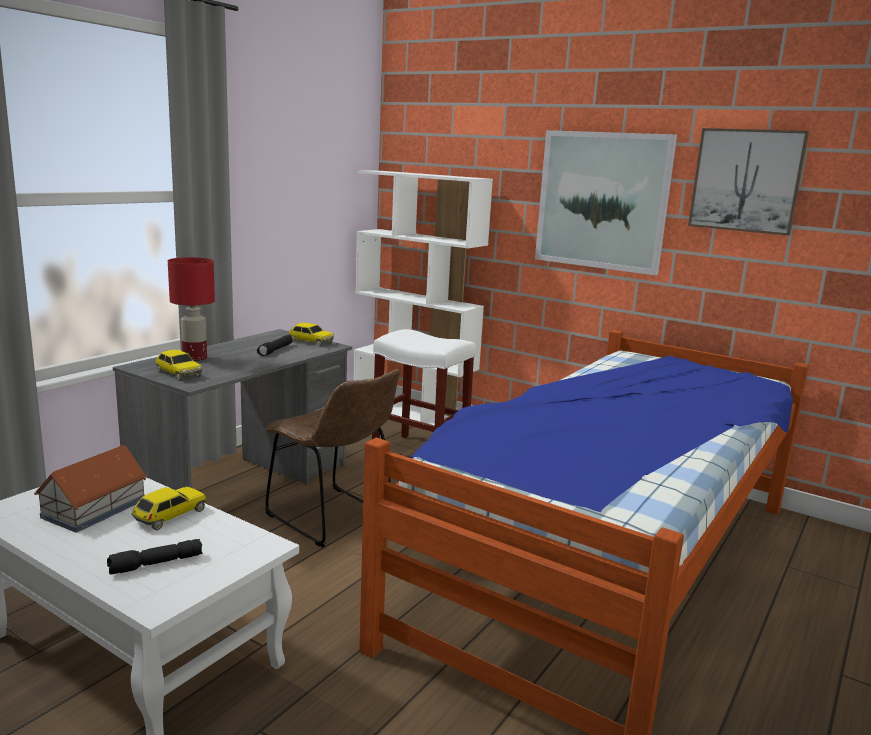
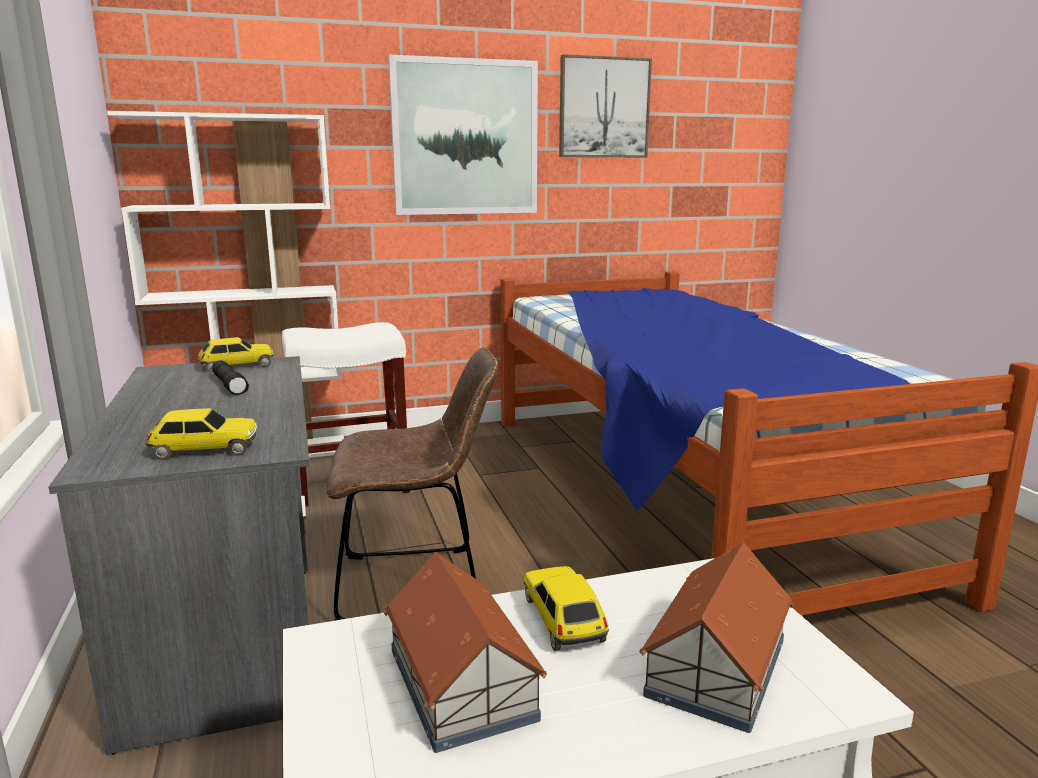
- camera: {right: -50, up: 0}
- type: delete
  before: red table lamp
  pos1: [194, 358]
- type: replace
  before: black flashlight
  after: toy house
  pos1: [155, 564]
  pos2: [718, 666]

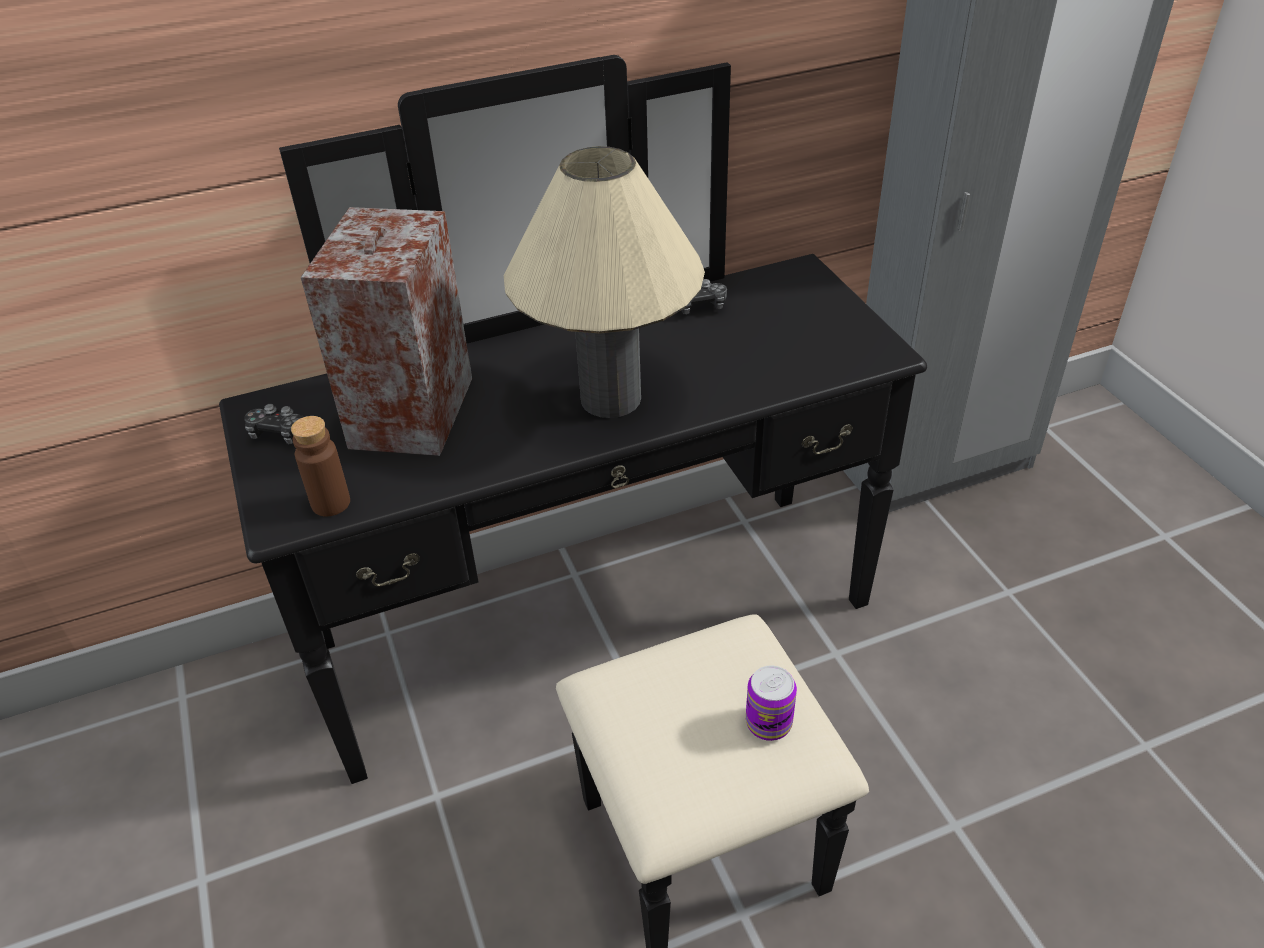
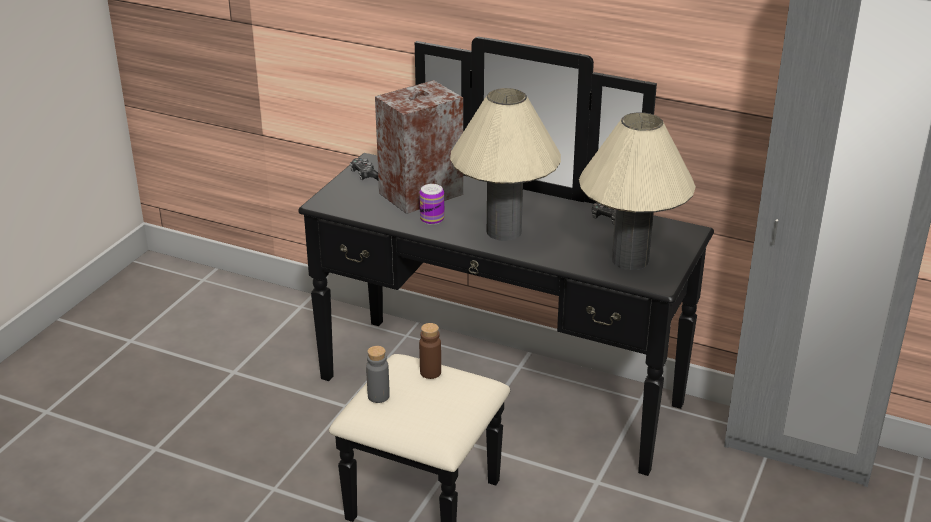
- camera: {right: 45, up: -10}
- type: move
  before: brown bottle
  pos1: [331, 503]
  pos2: [430, 372]
- type: move
  before: can
  pos1: [768, 723]
  pos2: [432, 219]
- type: insert
  after: beige table lamp
  pos2: [630, 260]
- type: insert
  after: grey bottle
  pos2: [378, 396]

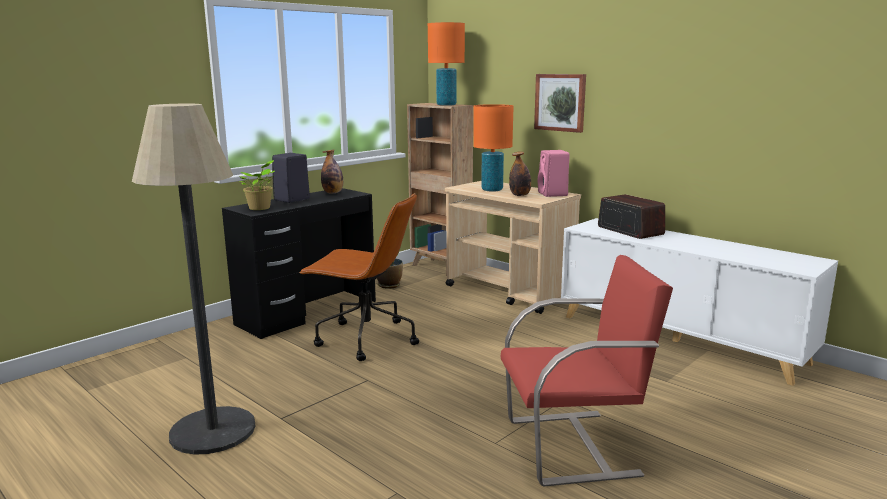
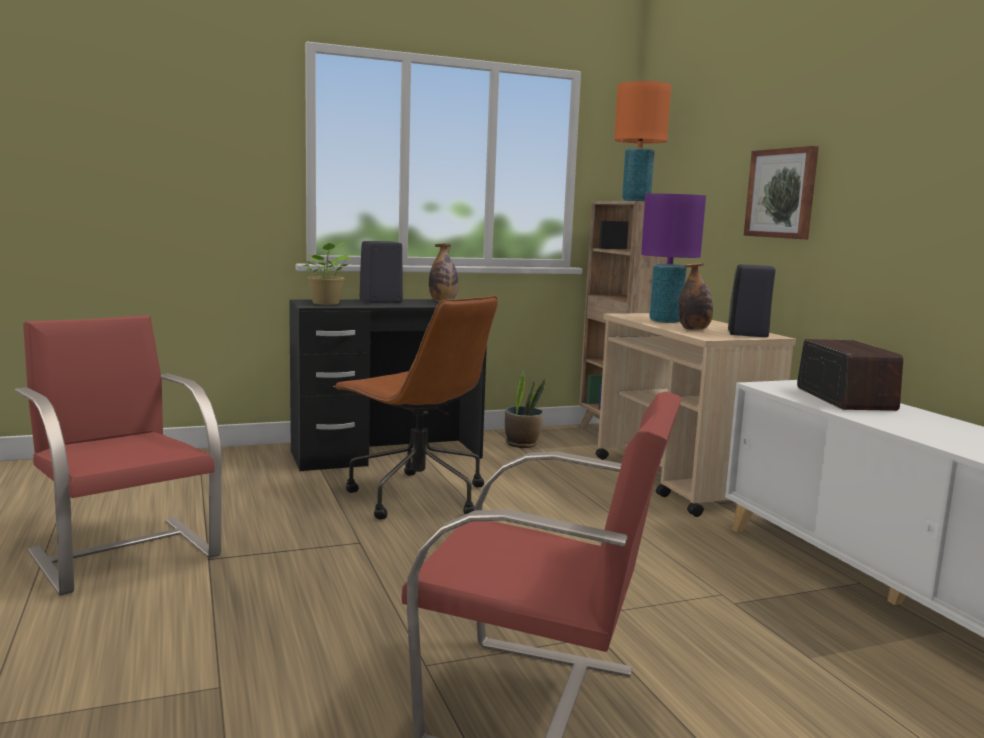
- camera: {right: 25, up: -5}
- type: replace
  before: floor lamp
  after: red chair
  pos1: [213, 430]
  pos2: [124, 552]
- type: recolor
  before: orange table lamp
  after: purple table lamp
  pos1: [492, 190]
  pos2: [665, 321]
- type: recolor
  before: pink speaker
  after: black speaker
  pos1: [553, 194]
  pos2: [748, 334]

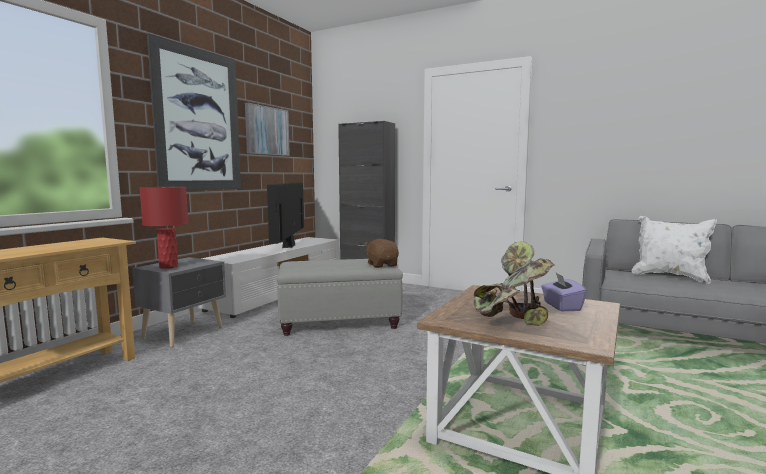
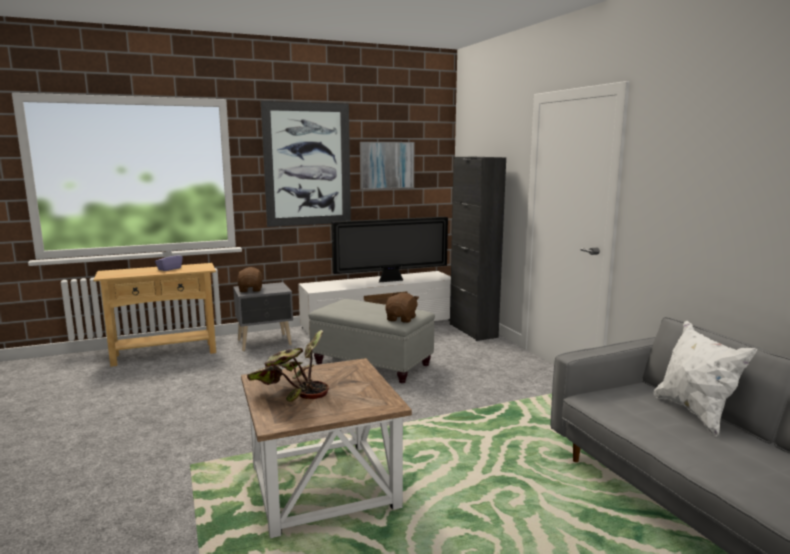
- camera: {right: 40, up: 5}
- type: rotate
  before: television
  pos1: [288, 246]
  pos2: [391, 280]
  turn: -150
- type: replace
  before: red table lamp
  after: brown plush toy
  pos1: [168, 267]
  pos2: [251, 290]
- type: move
  before: purple tissue box
  pos1: [561, 306]
  pos2: [169, 269]

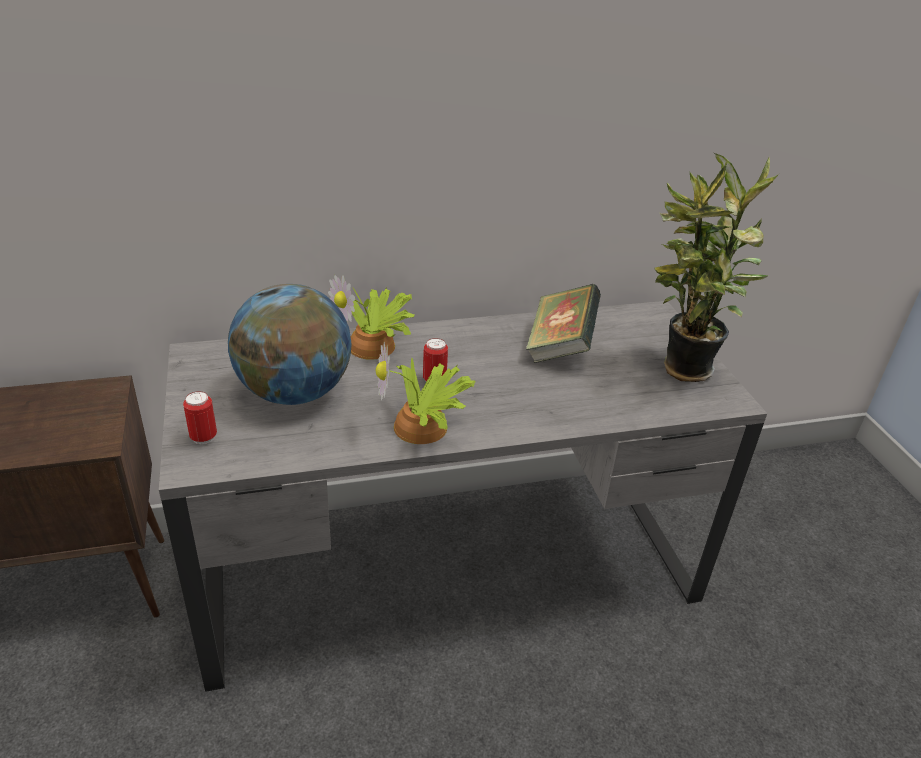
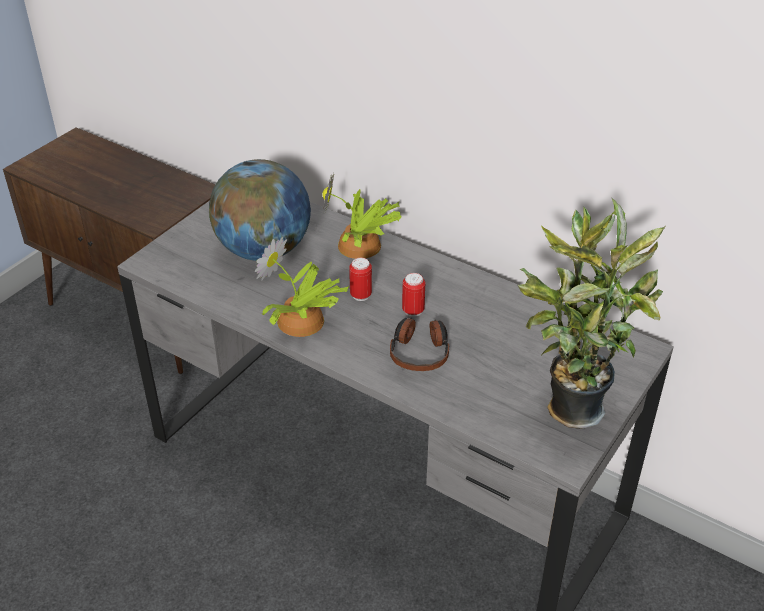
- camera: {right: 50, up: 5}
- type: delete
  before: book
  pos1: [560, 346]
- type: move
  before: can
  pos1: [203, 437]
  pos2: [413, 311]
- type: insert
  after: headphones
  pos2: [419, 352]

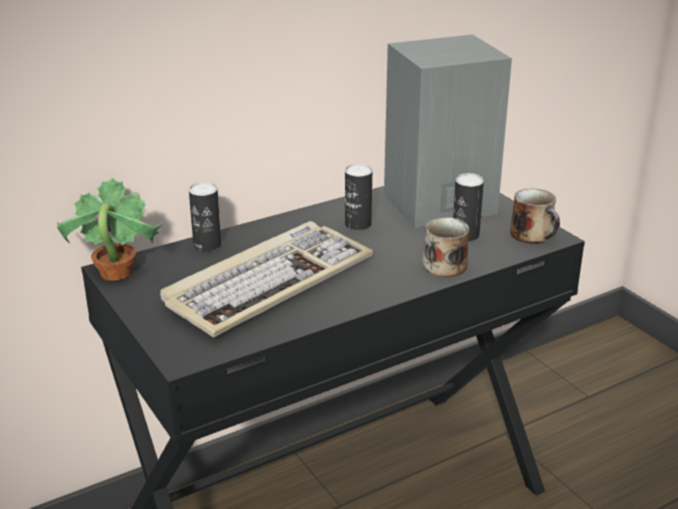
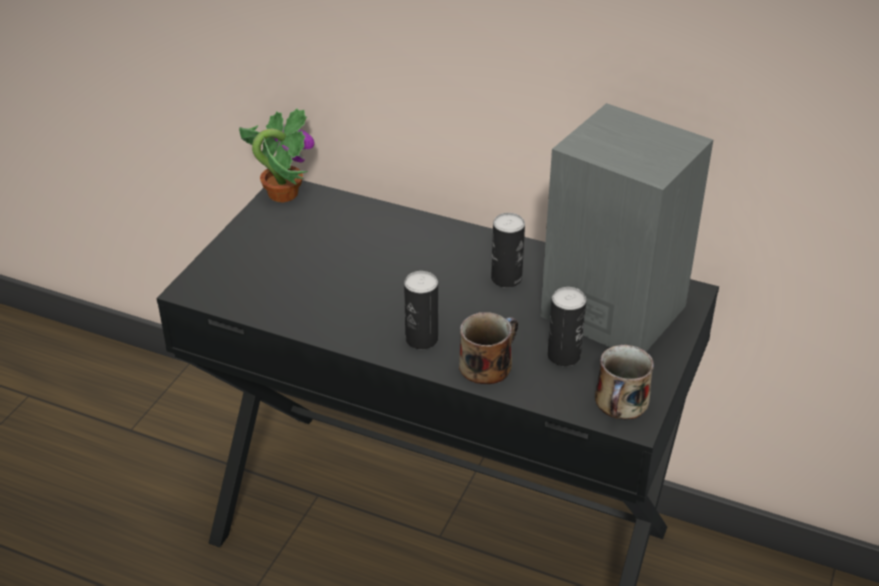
- camera: {right: 55, up: 10}
- type: move
  before: can
  pos1: [207, 245]
  pos2: [421, 339]
- type: delete
  before: keyboard
  pos1: [269, 282]

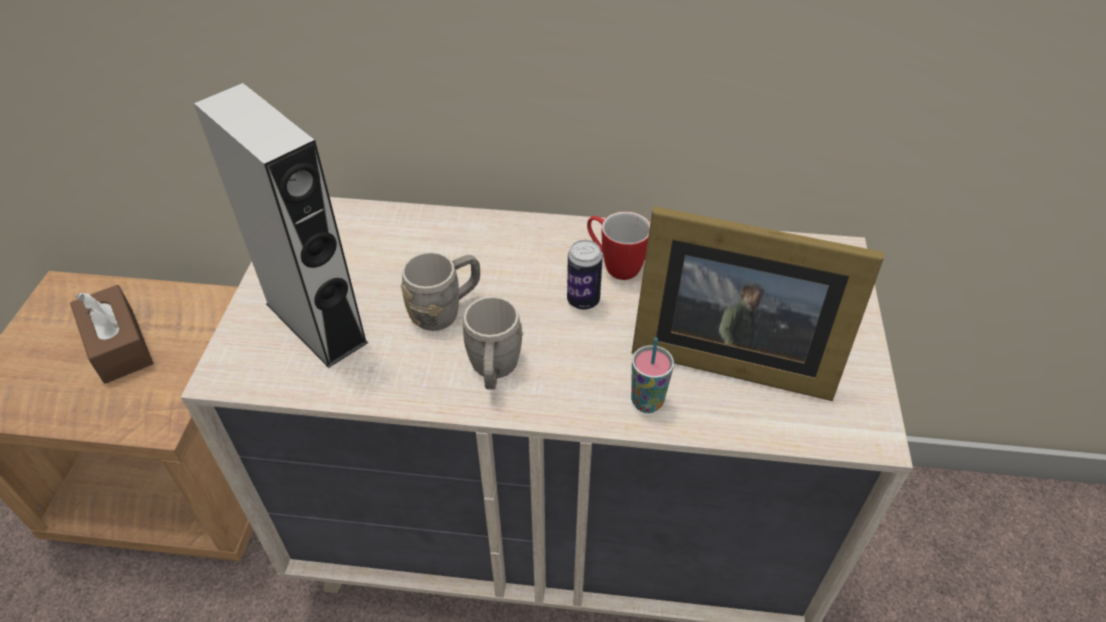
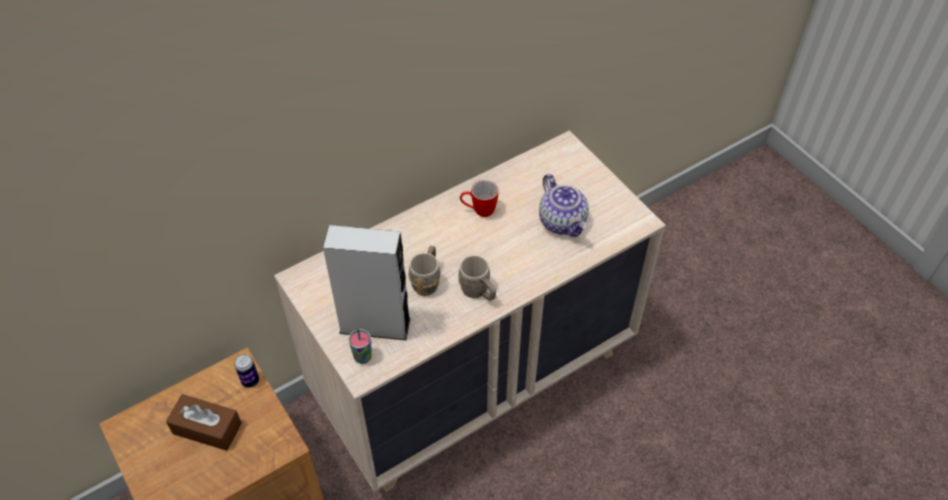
- camera: {right: -40, up: 5}
- type: replace
  before: picture frame
  after: teapot
  pos1: [727, 353]
  pos2: [563, 222]
- type: move
  before: can
  pos1: [583, 300]
  pos2: [250, 381]
- type: move
  before: cup
  pos1: [647, 402]
  pos2: [363, 357]

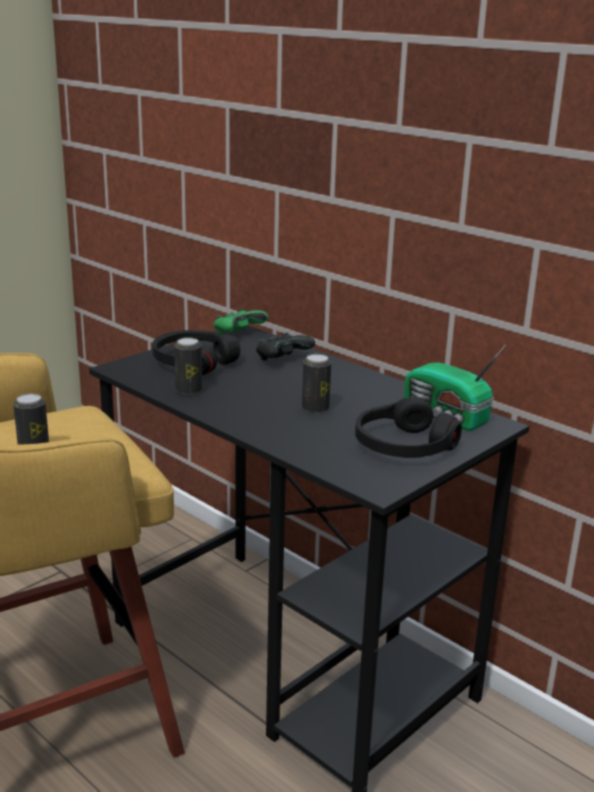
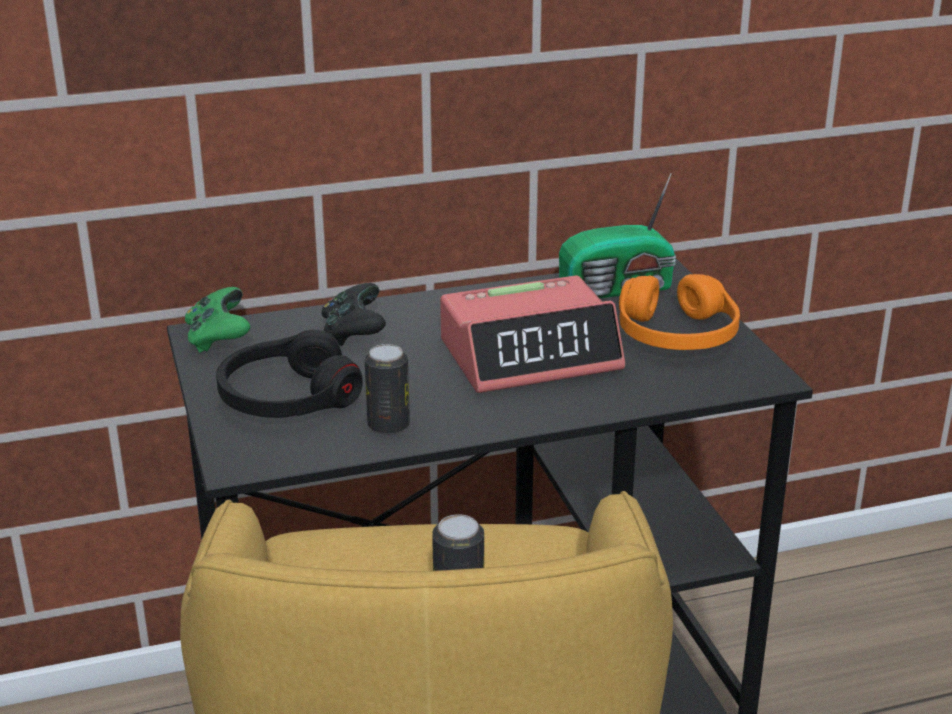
- camera: {right: -60, up: 5}
- type: replace
  before: can
  after: alarm clock
  pos1: [315, 408]
  pos2: [531, 355]
- type: recolor
  before: black headphones
  after: orange headphones
  pos1: [403, 446]
  pos2: [676, 334]

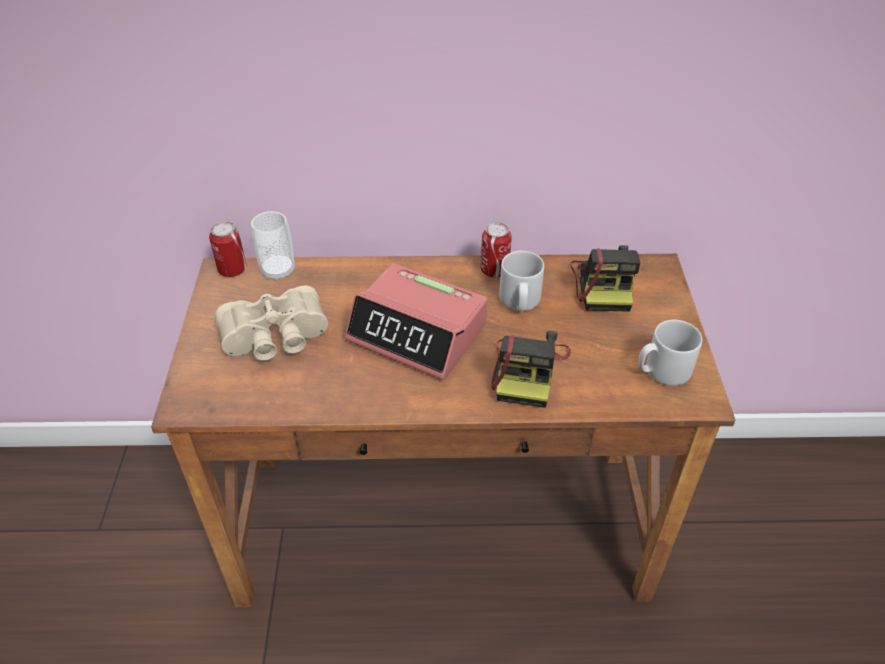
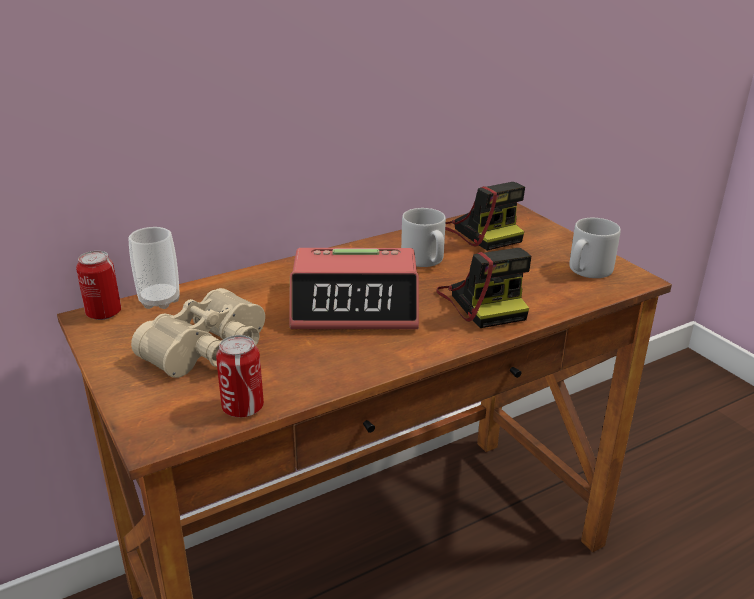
- camera: {right: -30, up: -15}
- type: move
  before: can
  pos1: [494, 270]
  pos2: [243, 408]

